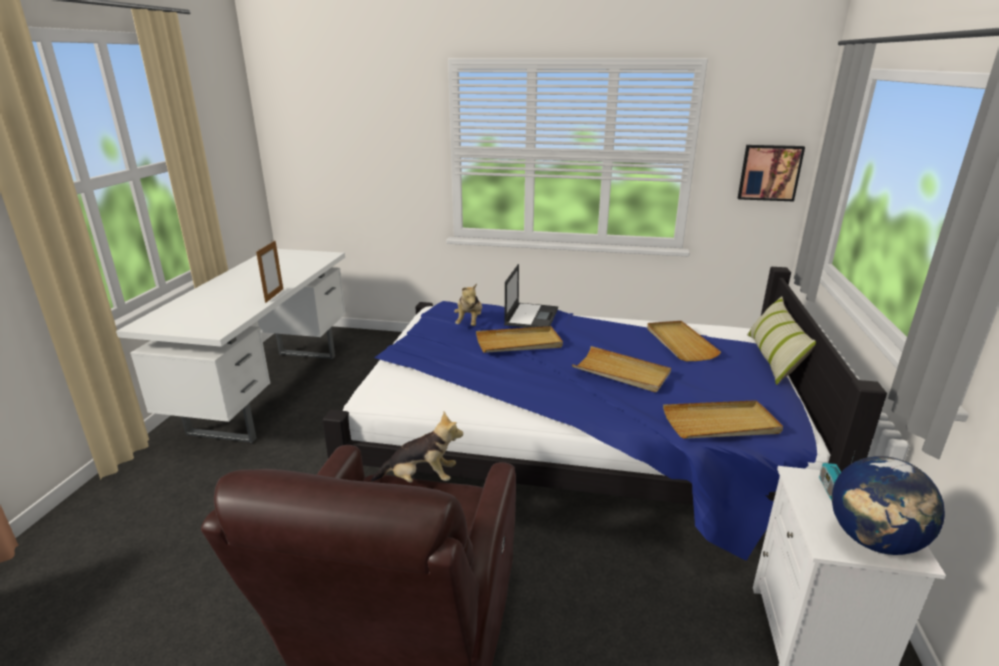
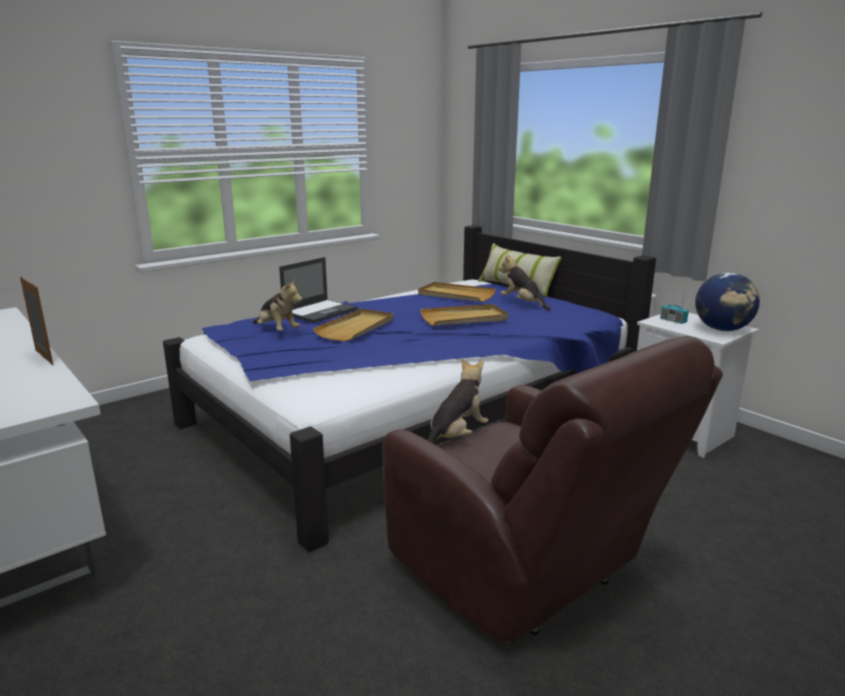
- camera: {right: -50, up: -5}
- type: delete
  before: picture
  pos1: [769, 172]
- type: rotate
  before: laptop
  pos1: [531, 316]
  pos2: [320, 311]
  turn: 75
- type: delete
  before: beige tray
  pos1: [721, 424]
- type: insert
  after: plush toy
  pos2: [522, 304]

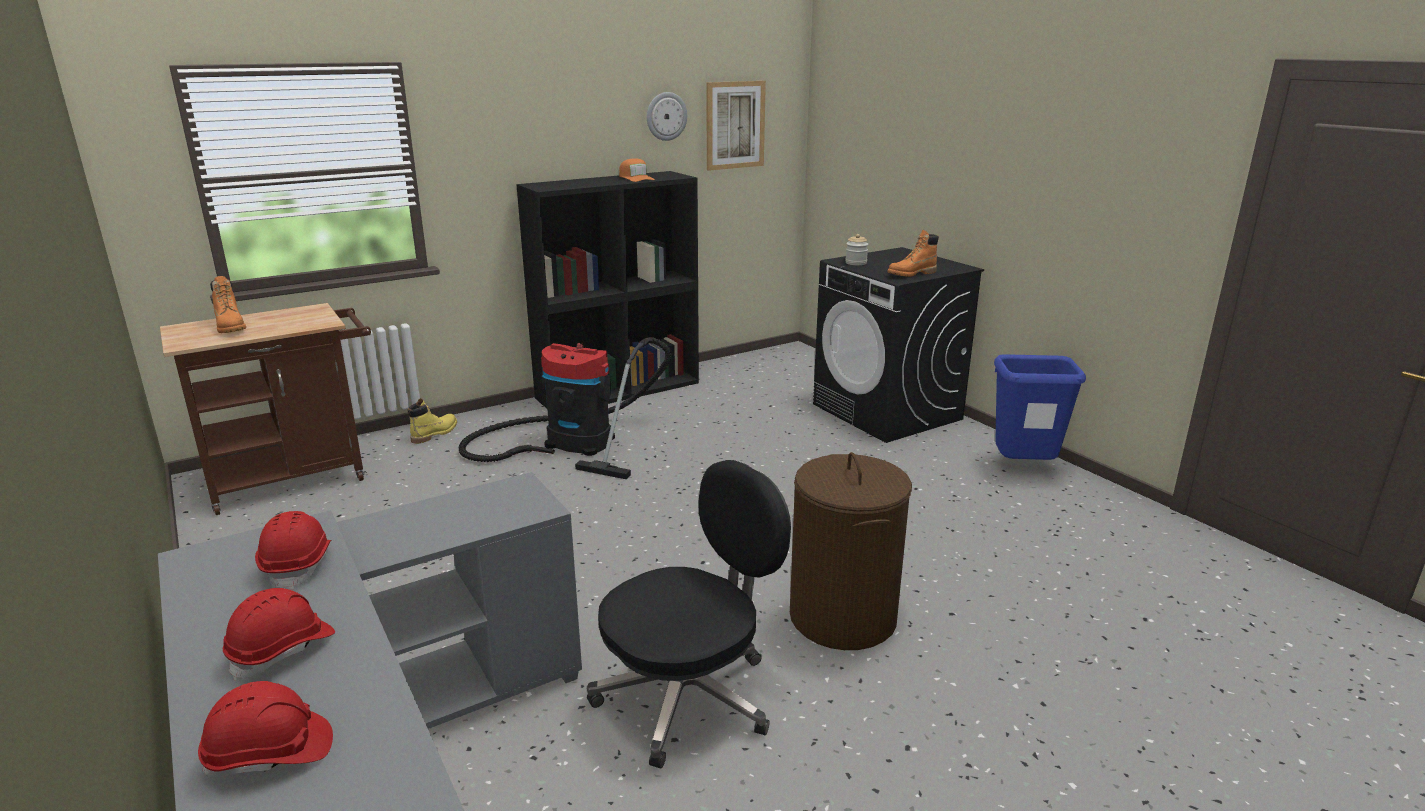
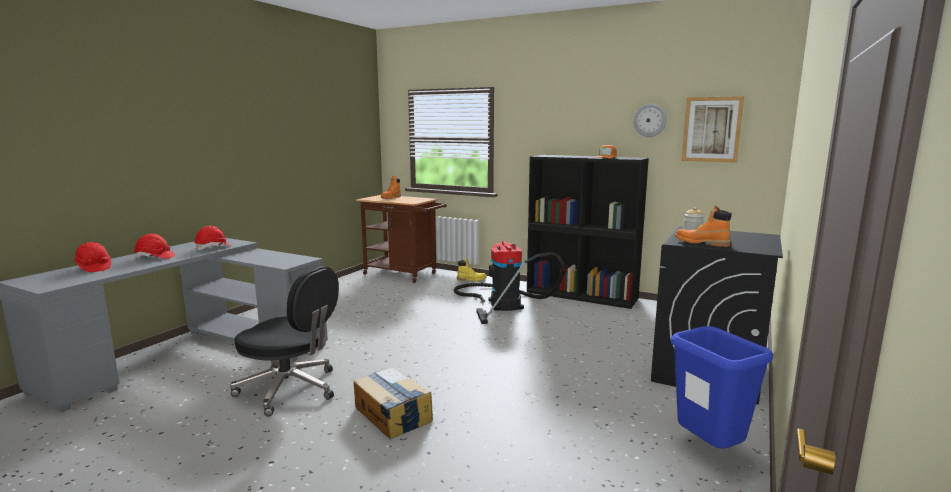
- camera: {right: 60, up: -10}
- type: replace
  before: brown laundry basket
  after: cardboard box
  pos1: [843, 617]
  pos2: [392, 414]

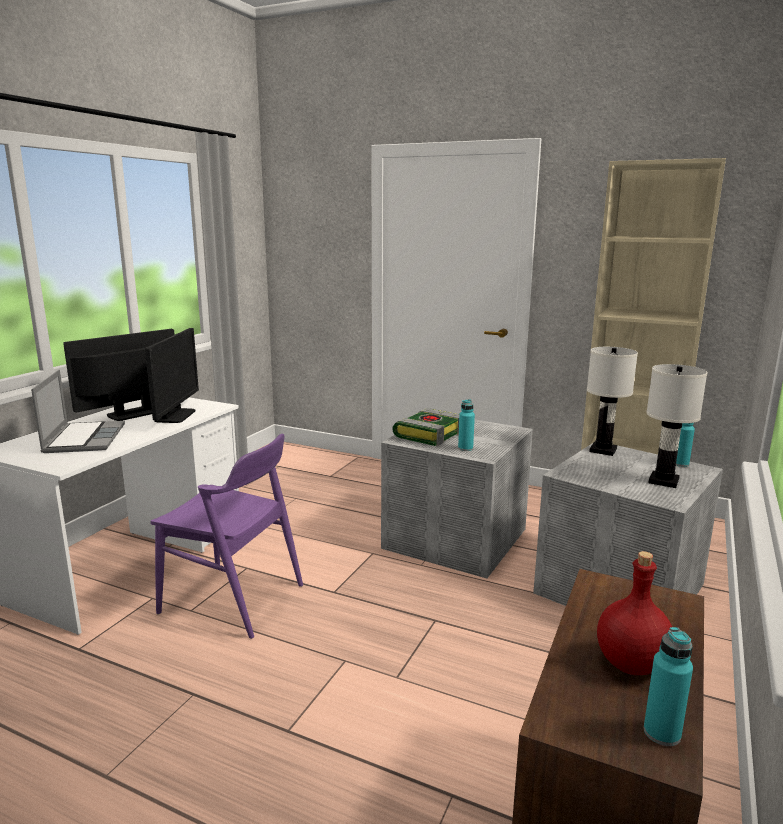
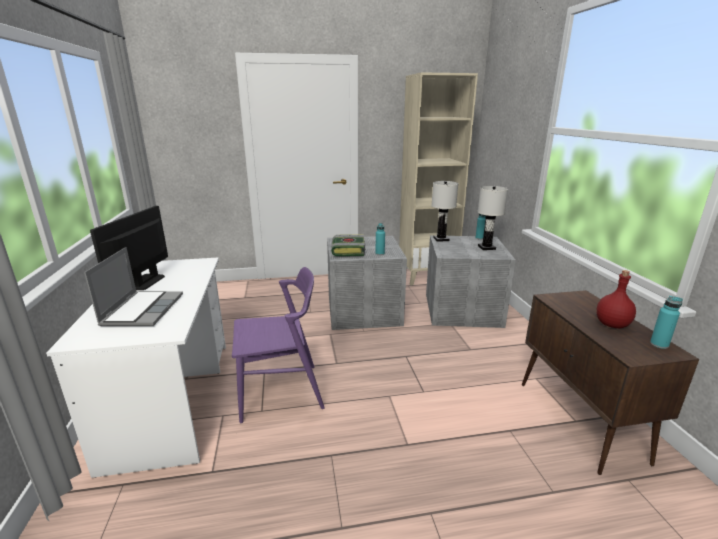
- camera: {right: -35, up: 5}
- type: delete
  before: monitor
  pos1: [175, 416]
- type: rotate
  before: laptop
  pos1: [84, 438]
  pos2: [142, 309]
  turn: 45

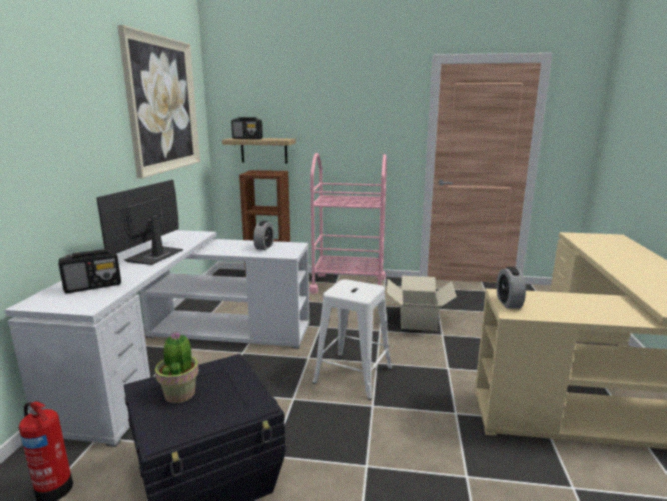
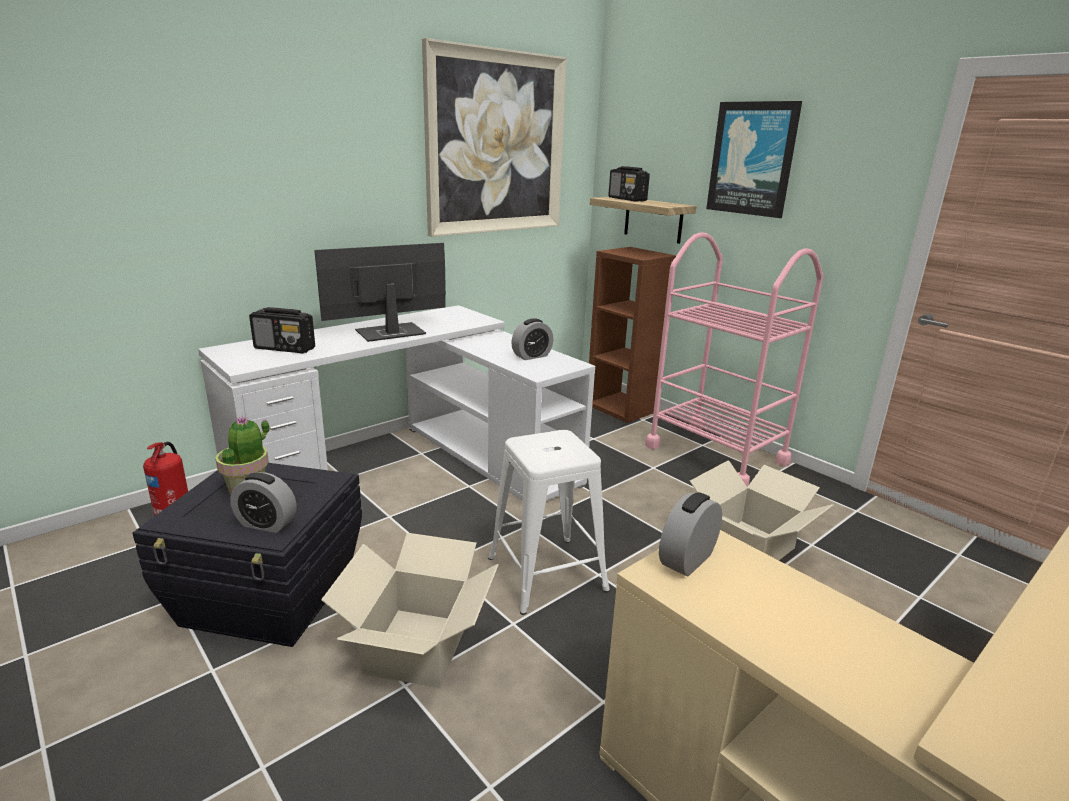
- camera: {right: 40, up: 5}
- type: insert
  after: picture
  pos2: [752, 159]
- type: insert
  after: alarm clock
  pos2: [266, 524]
- type: insert
  after: cardboard box
  pos2: [416, 646]

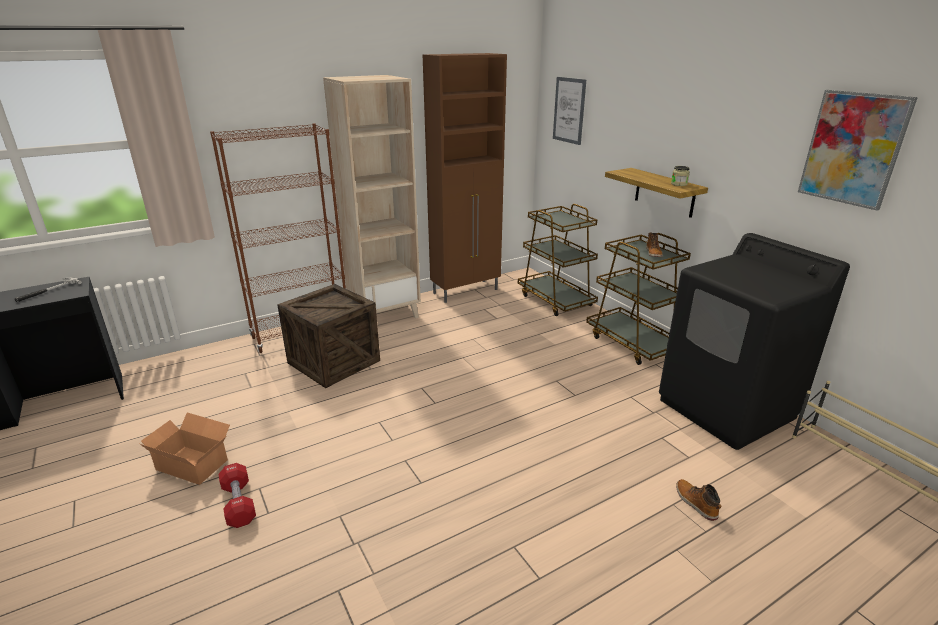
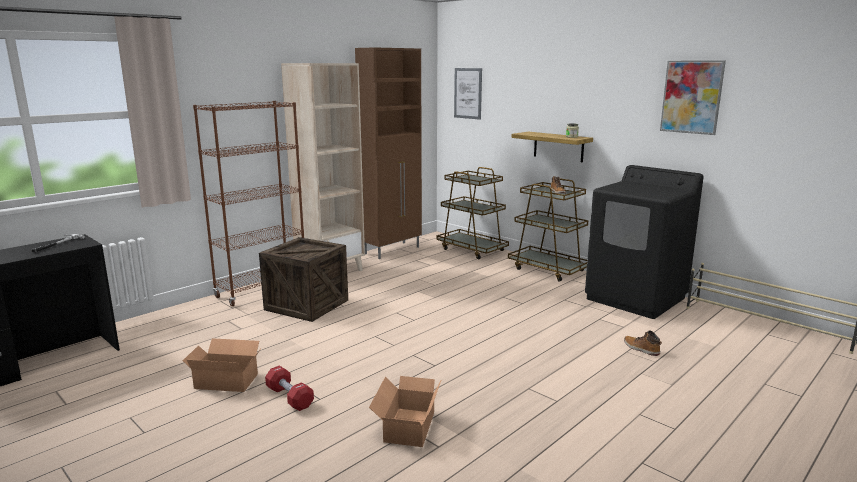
- camera: {right: -15, up: -10}
- type: insert
  after: cardboard box
  pos2: [406, 427]

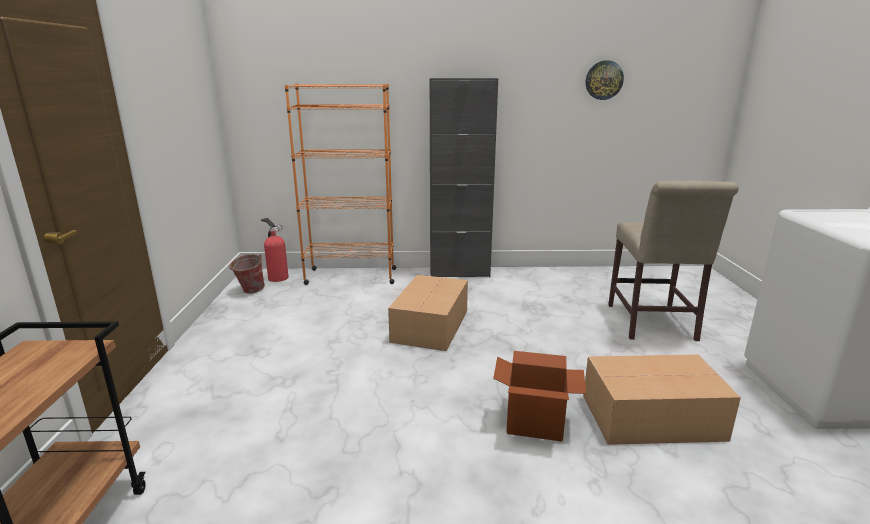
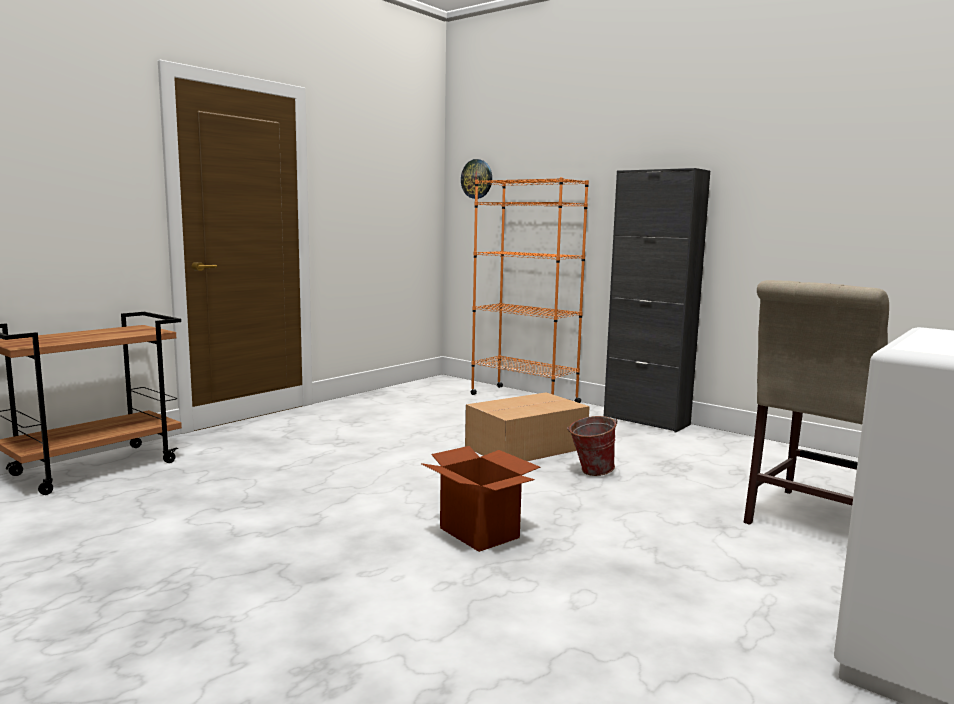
- camera: {right: 40, up: -10}
- type: move
  before: wall clock
  pos1: [604, 80]
  pos2: [477, 179]
- type: delete
  before: fire extinguisher
  pos1: [277, 277]
- type: move
  before: bucket
  pos1: [249, 291]
  pos2: [590, 472]
- type: delete
  before: cardboard box
  pos1: [654, 418]

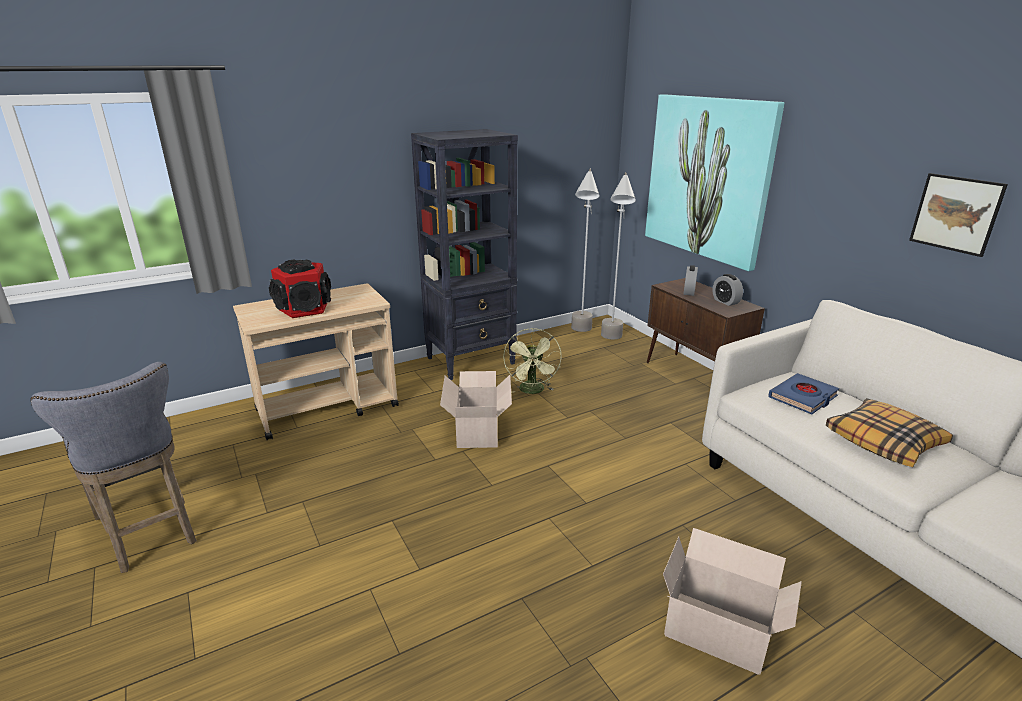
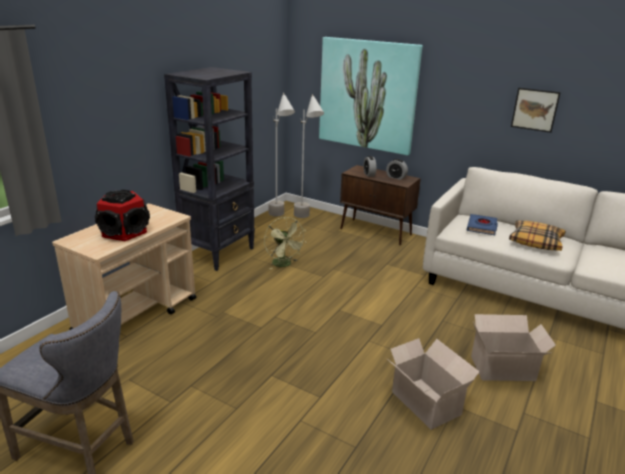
- camera: {right: -30, up: 0}
- type: move
  before: cardboard box
  pos1: [478, 430]
  pos2: [424, 401]

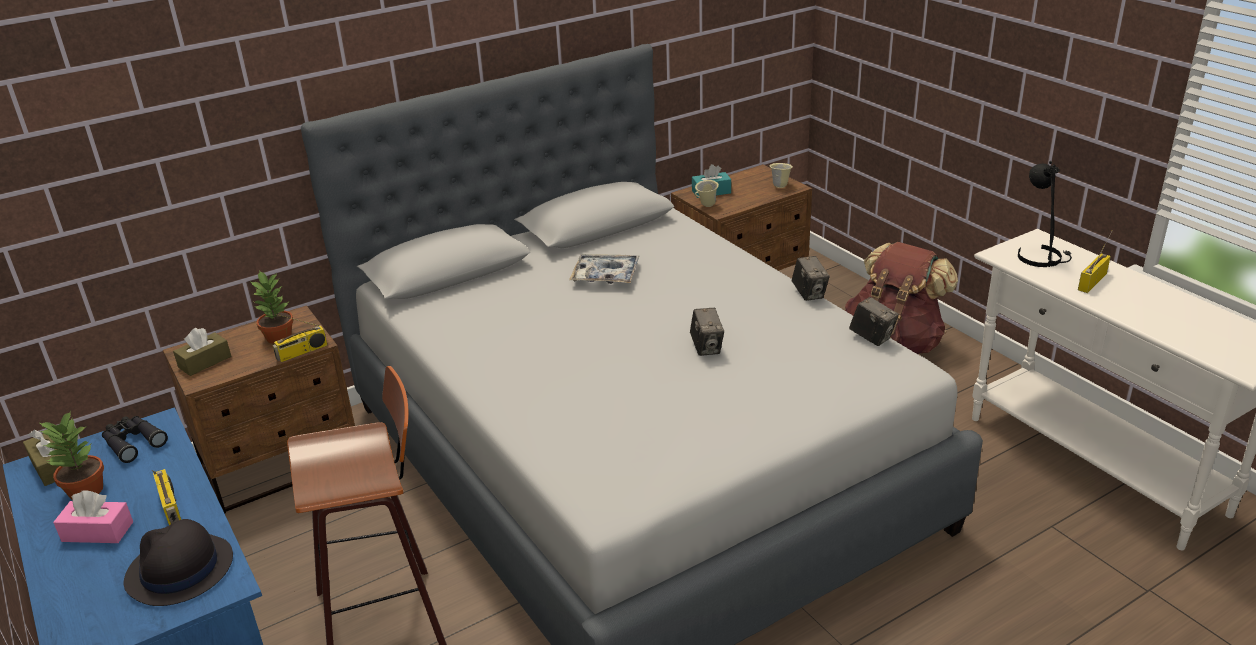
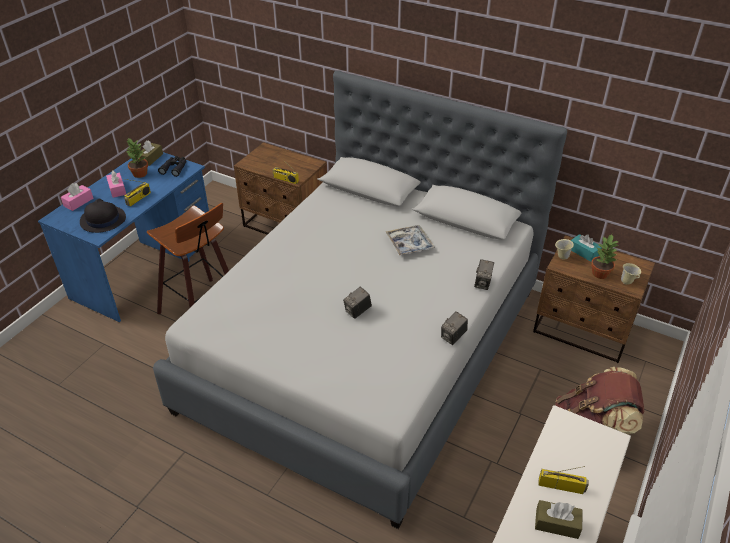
- camera: {right: 60, up: 10}
- type: delete
  before: black table lamp
  pos1: [1041, 256]
- type: move
  before: potted plant
  pos1: [279, 336]
  pos2: [600, 273]
- type: move
  before: photo camera
  pos1: [872, 337]
  pos2: [482, 283]
- type: move
  before: brown tissue box
  pos1: [205, 362]
  pos2: [557, 524]
- type: insert
  after: pink tissue box
  pos2: [78, 202]

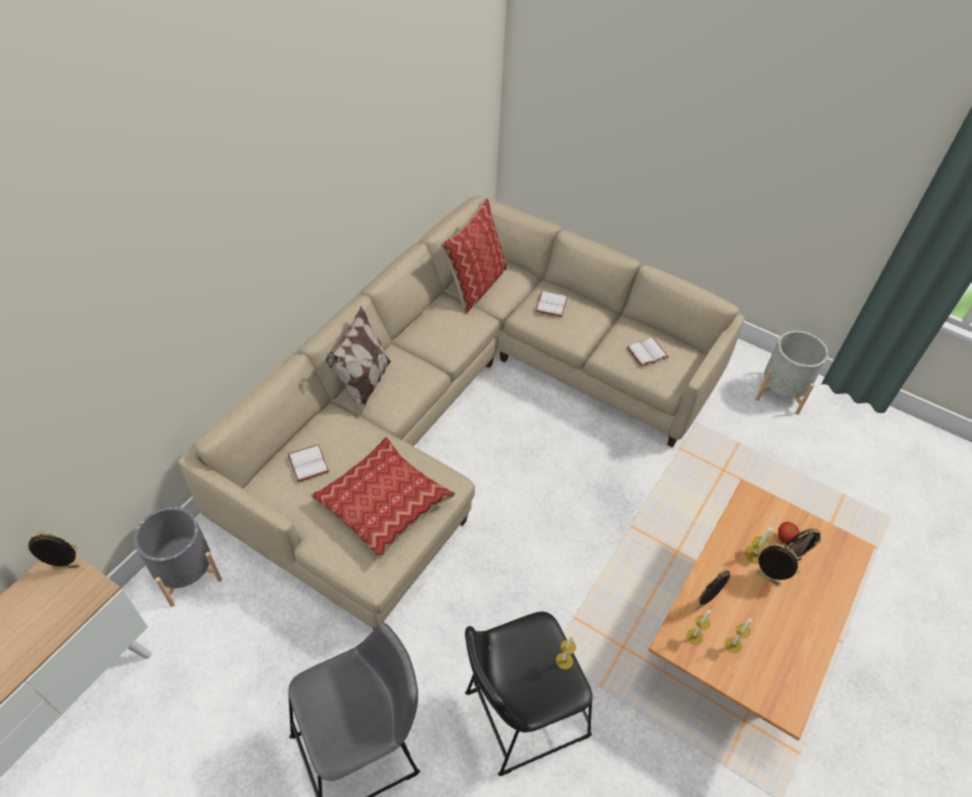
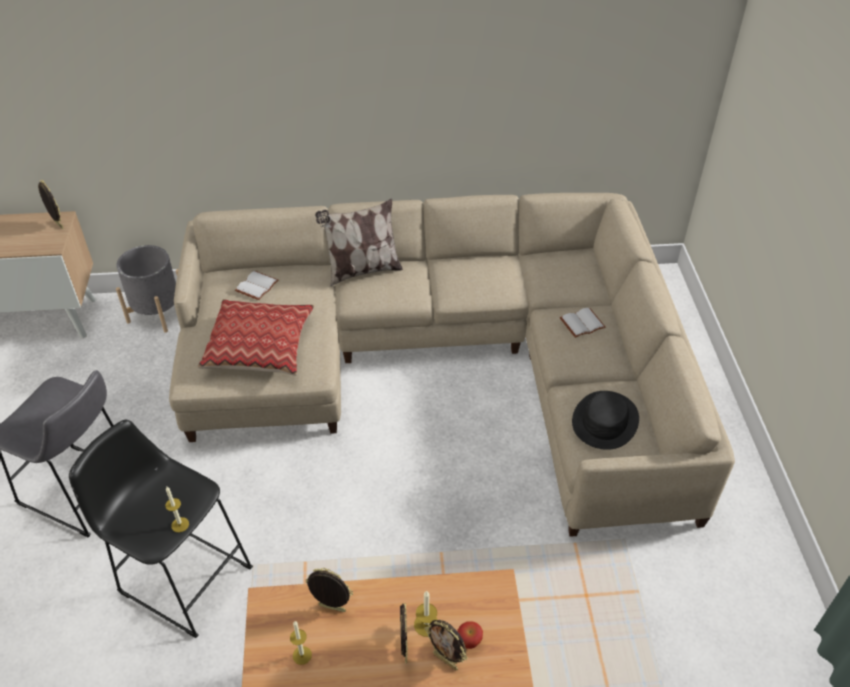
- camera: {right: 55, up: -5}
- type: delete
  before: pillow
  pos1: [475, 285]
- type: delete
  before: grey planter
  pos1: [781, 392]
- type: replace
  before: white book
  after: black hat
  pos1: [647, 354]
  pos2: [604, 421]
- type: delete
  before: candle
  pos1: [694, 636]

